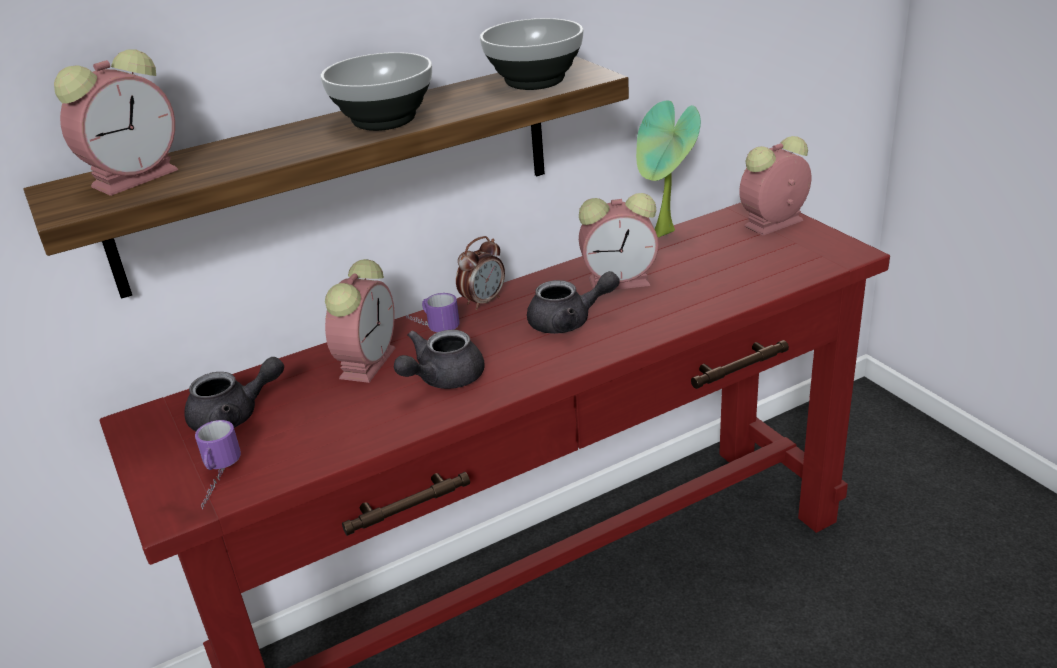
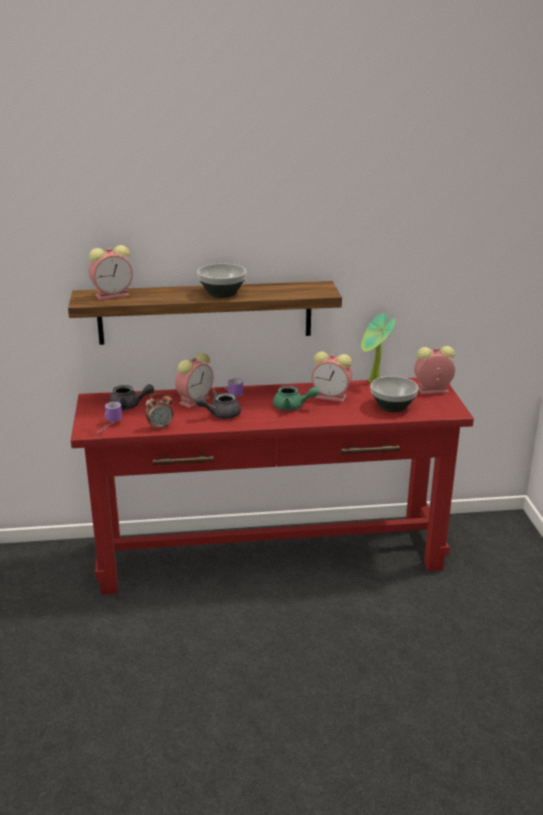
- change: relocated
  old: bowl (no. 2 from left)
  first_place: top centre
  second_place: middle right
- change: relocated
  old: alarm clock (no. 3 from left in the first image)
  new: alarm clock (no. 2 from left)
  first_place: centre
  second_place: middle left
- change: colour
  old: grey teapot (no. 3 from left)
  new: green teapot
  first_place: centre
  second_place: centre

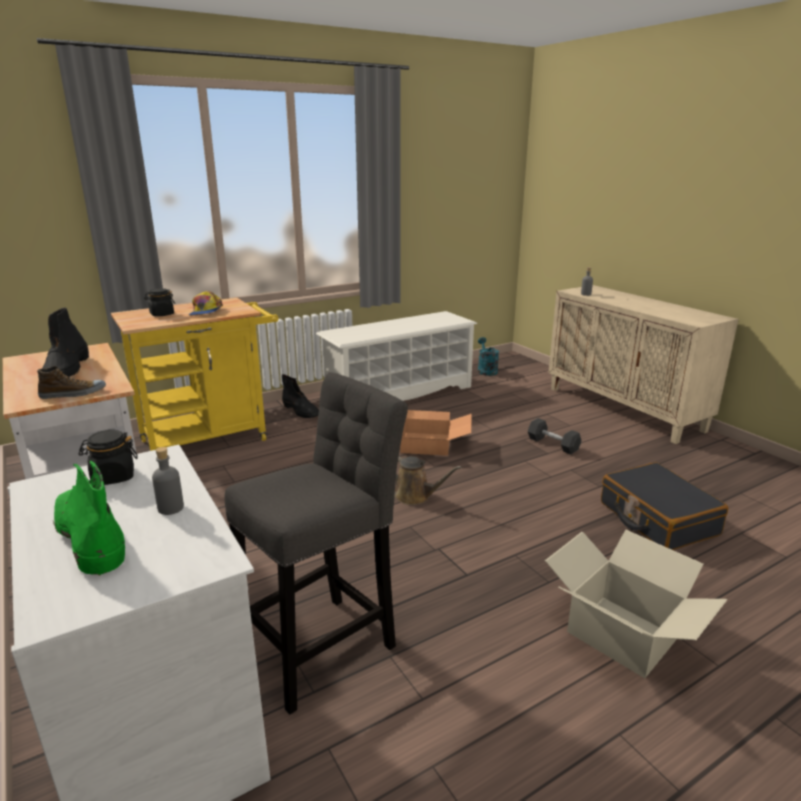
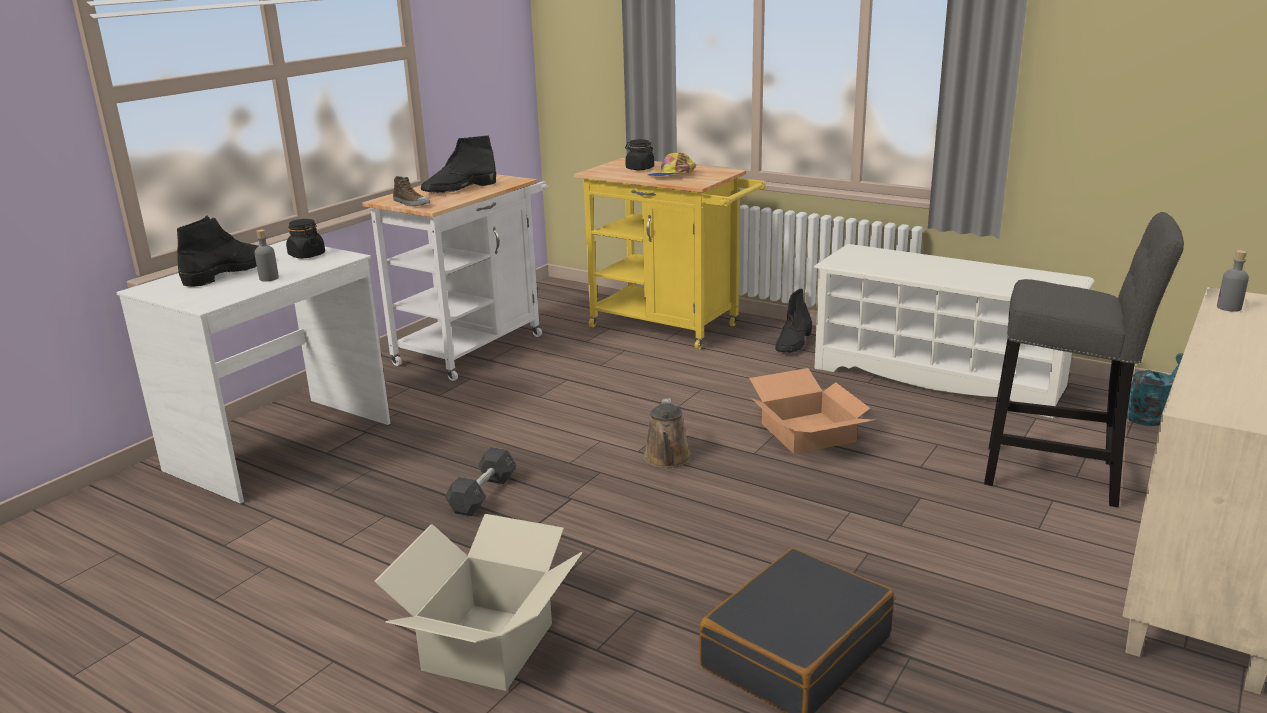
- change: relocated
  old: grey stool
  first_place: bottom centre
  second_place: middle right
- change: relocated
  old: grey dumbbell
  first_place: middle right
  second_place: bottom centre
- change: colour
  old: green boot
  new: black boot (no. 1 from left)
  first_place: middle left
  second_place: middle left

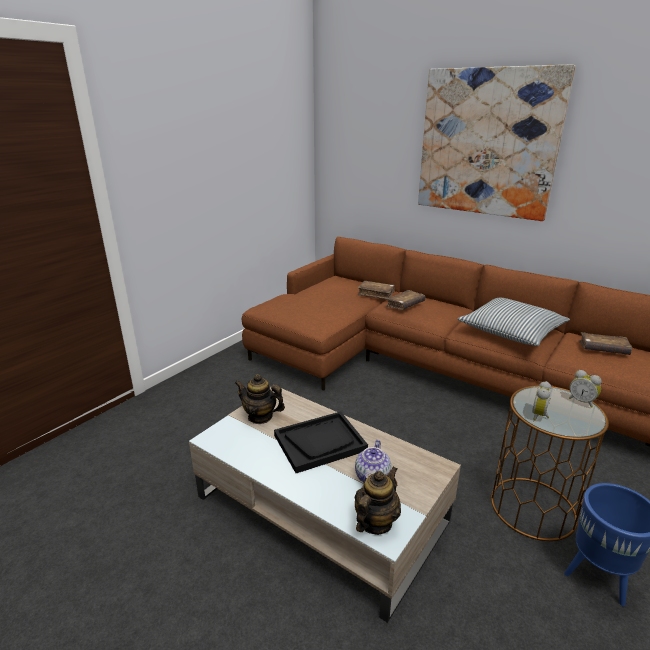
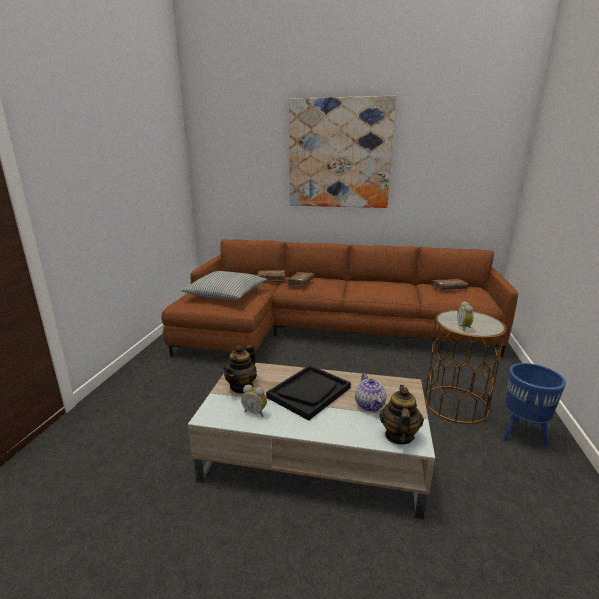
- change: relocated
  old: pillow
  first_place: middle right
  second_place: centre
- change: relocated
  old: alarm clock (no. 2 from left in the first image)
  new: alarm clock (no. 1 from left)
  first_place: middle right
  second_place: bottom centre
- change: spun
  old: teapot (no. 1 from left)
  first_place: centre
  second_place: centre
  degrees: -60

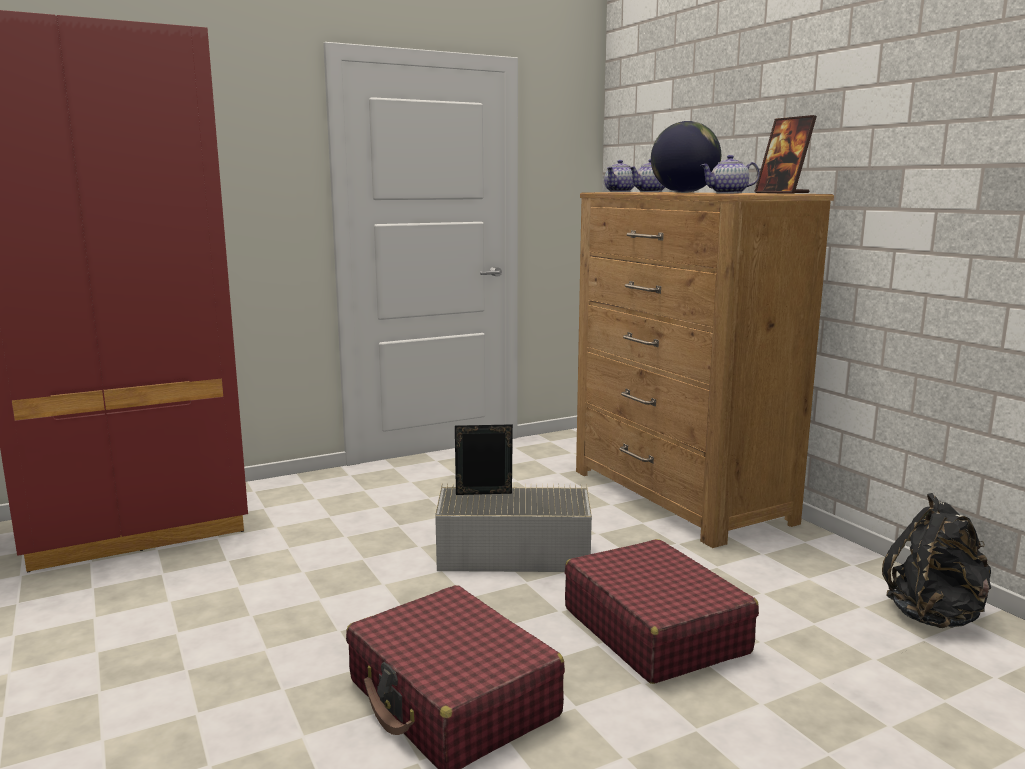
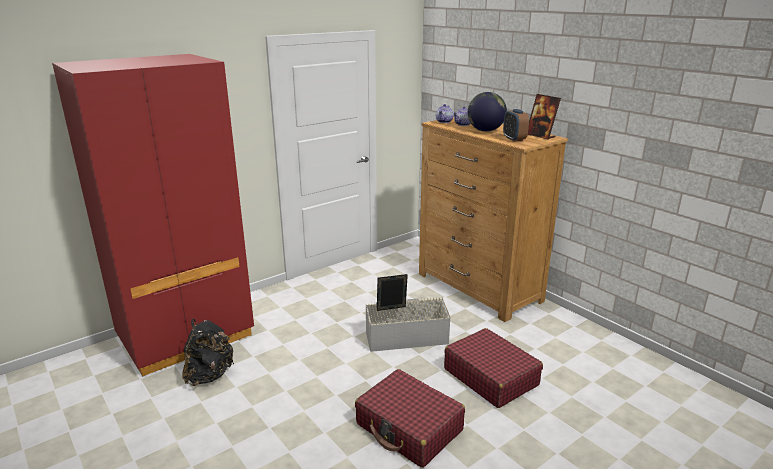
- change: exchanged
  old: teapot (no. 3 from left)
  new: alarm clock
  first_place: top right
  second_place: top right
- change: relocated
  old: black backpack
  first_place: bottom right
  second_place: bottom left

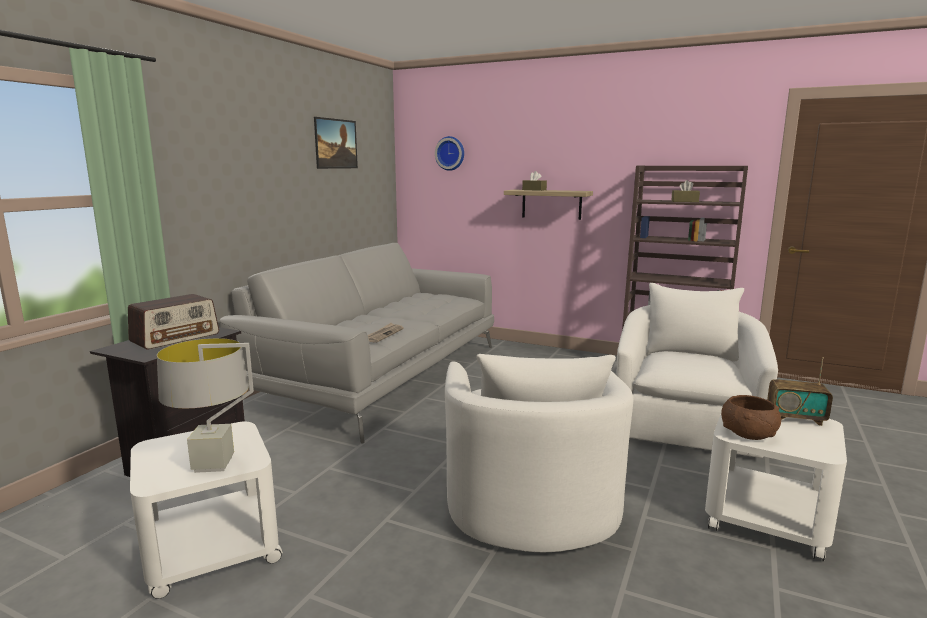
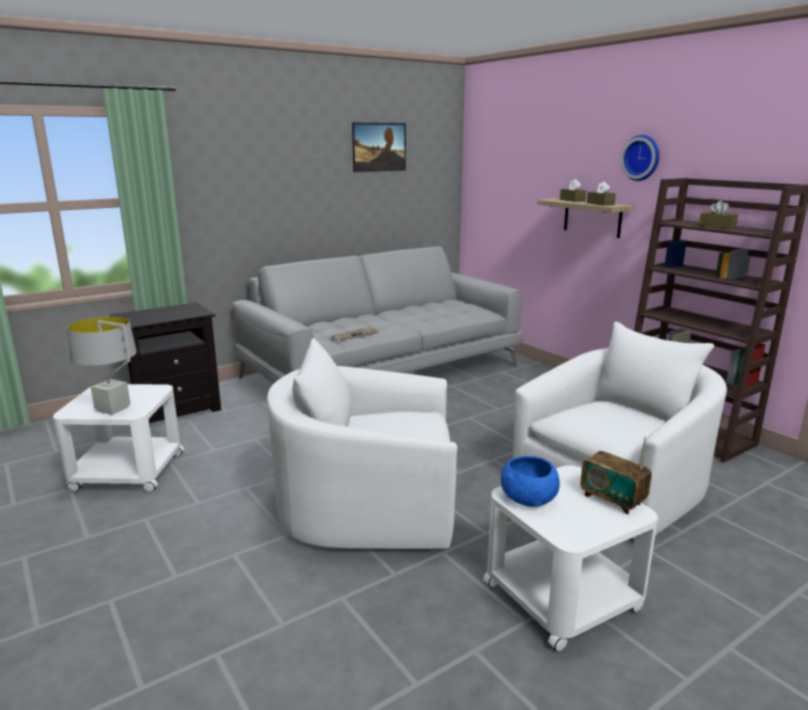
- change: relocated
  old: wall clock
  first_place: top centre
  second_place: top right
- change: missing
  old: radio (no. 1 from left)
  first_place: middle left
- change: spun
  old: white armchair (no. 1 from left)
  first_place: bottom centre
  second_place: centre
  degrees: 60
- change: colour
  old: brown bowl
  new: blue bowl
  first_place: bottom right
  second_place: bottom centre
- change: appeared
  new: brown tissue box (no. 2 from left)
  second_place: top right

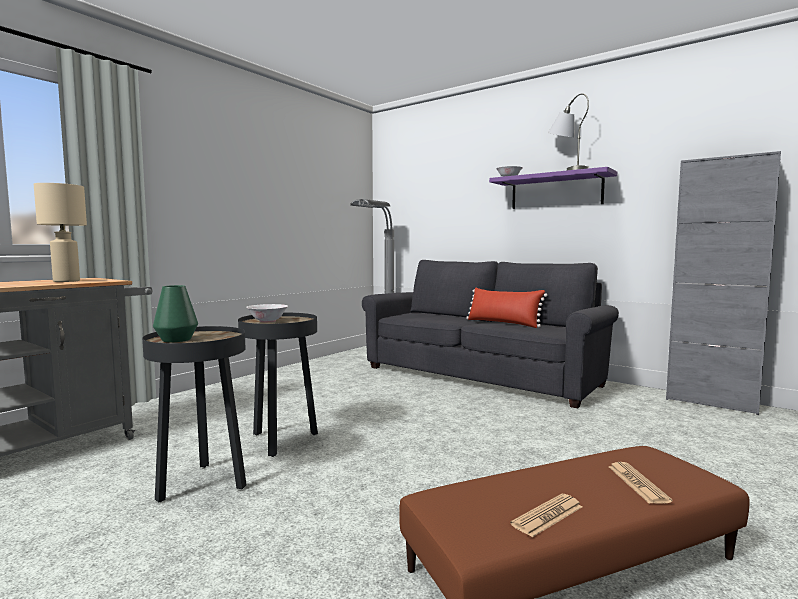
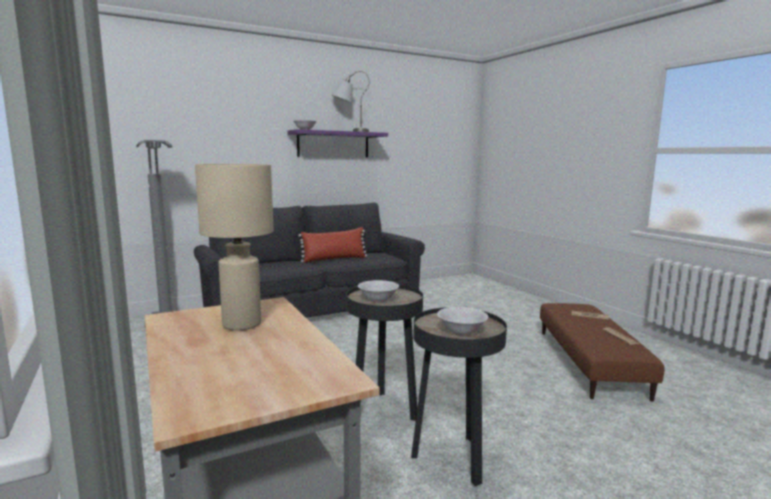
- change: missing
  old: grey cabinet
  first_place: middle right
- change: exchanged
  old: green vase
  new: white bowl (no. 3 from left)
  first_place: middle left
  second_place: centre

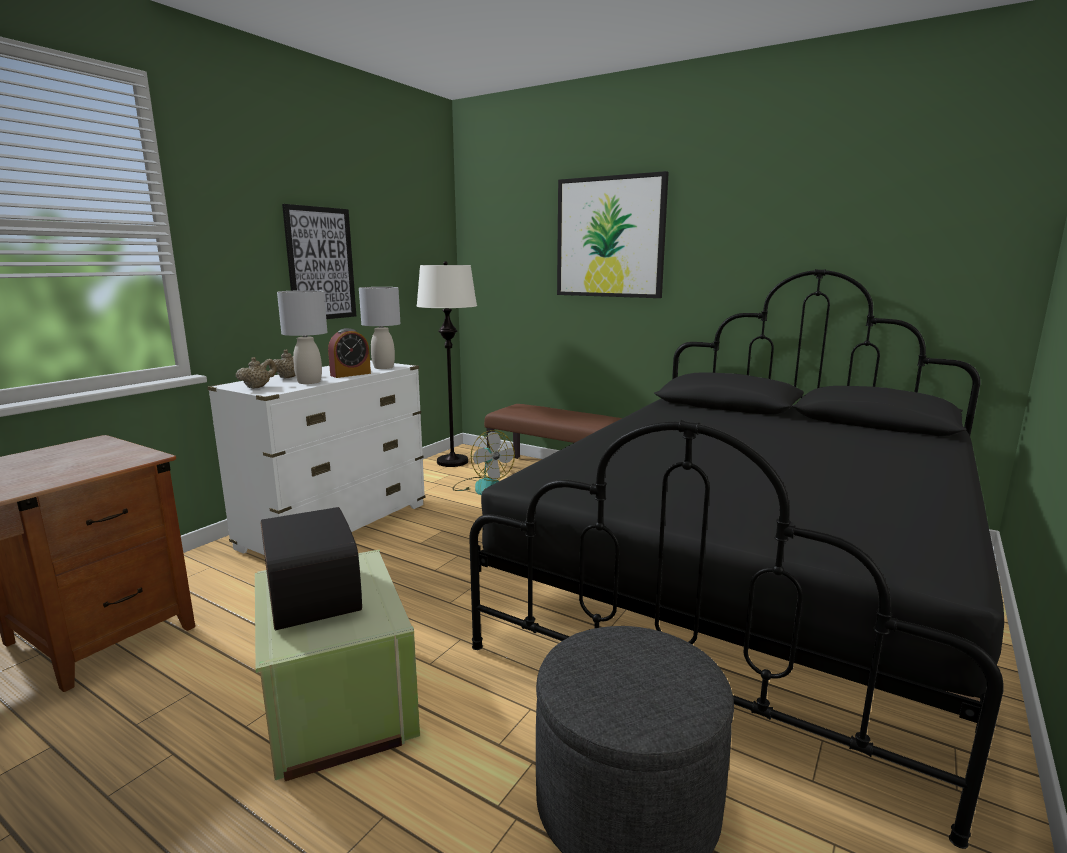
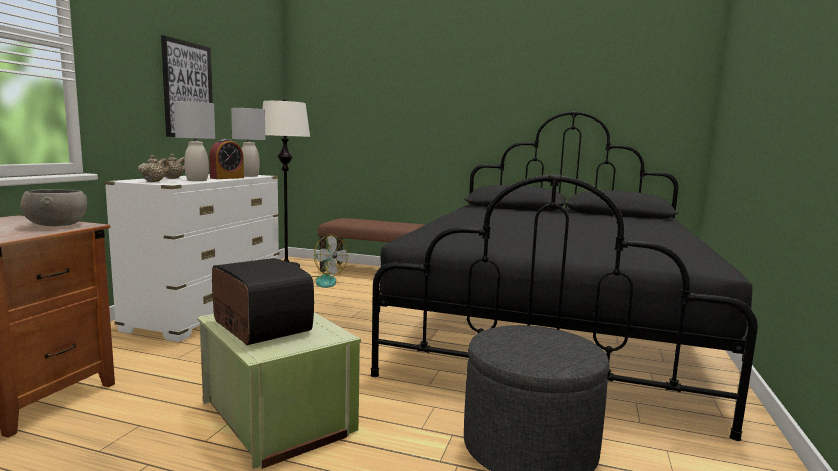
- change: missing
  old: picture (no. 2 from left)
  first_place: top centre
- change: appeared
  new: grey bowl
  second_place: middle left

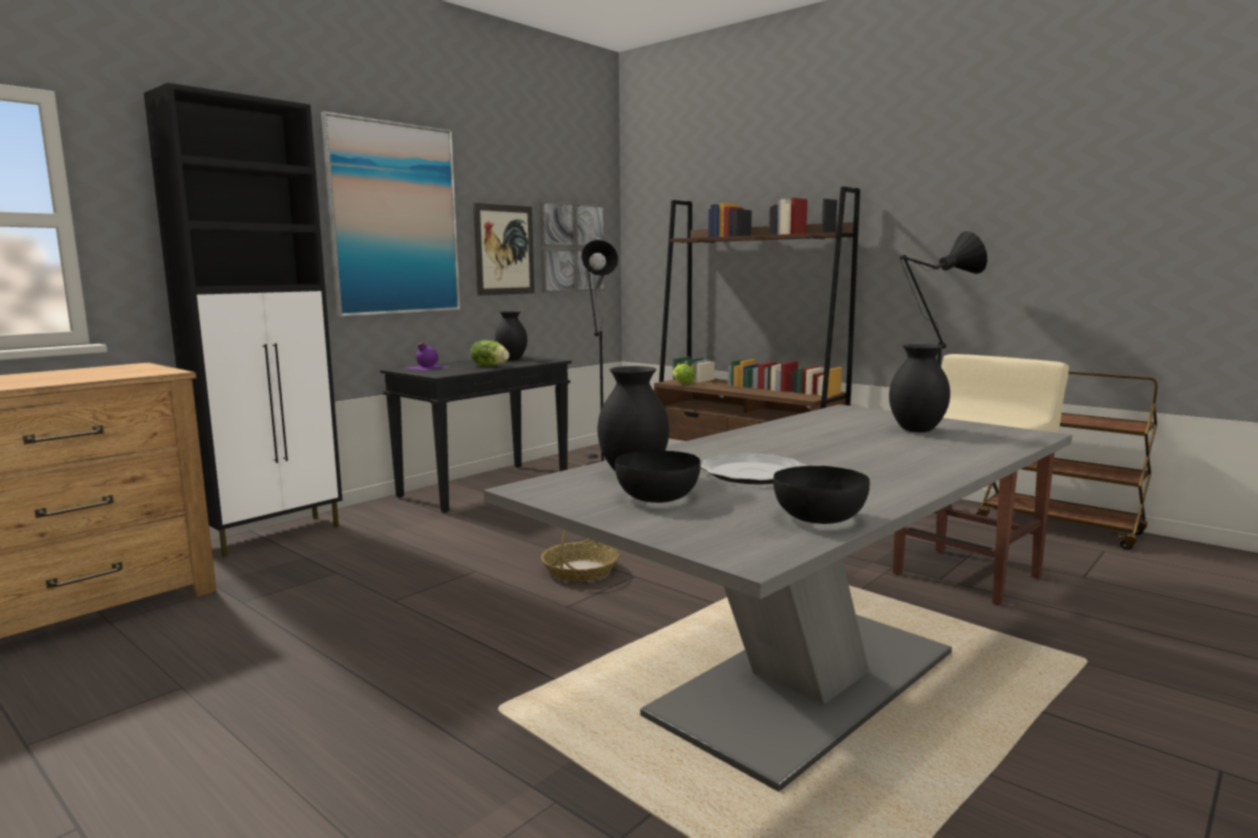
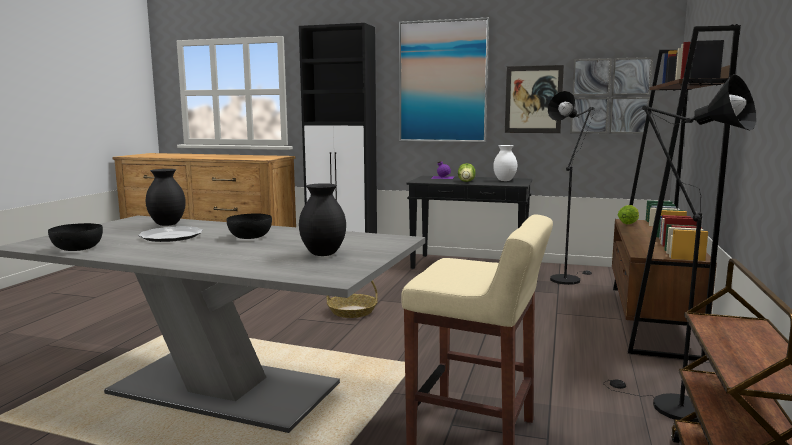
- change: colour
  old: black vase (no. 1 from left)
  new: white vase
  first_place: centre
  second_place: centre
- change: relocated
  old: black bowl (no. 1 from left in the first image)
  new: black bowl (no. 2 from left)
  first_place: centre
  second_place: middle left

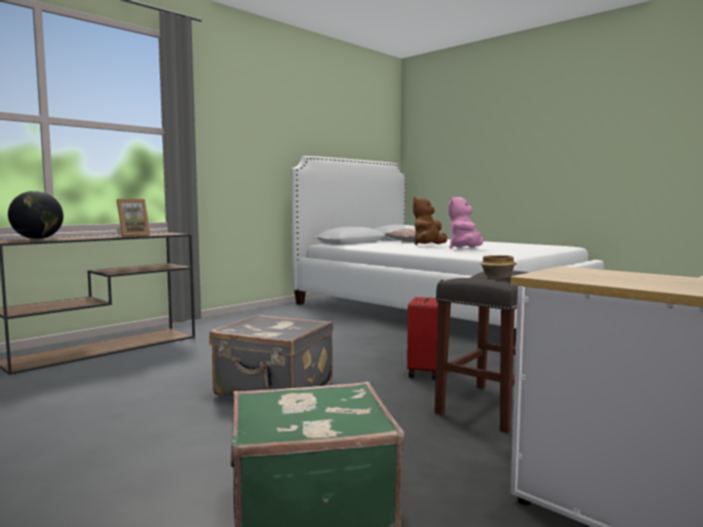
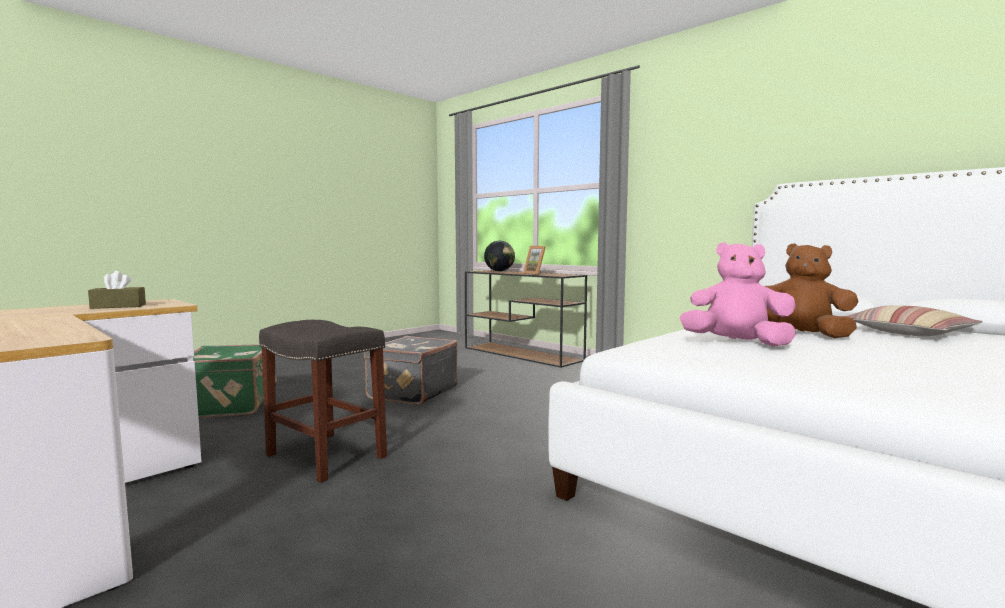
- change: missing
  old: bowl
  first_place: middle right
- change: missing
  old: red suitcase
  first_place: centre
- change: appeared
  new: brown tissue box
  second_place: middle left

